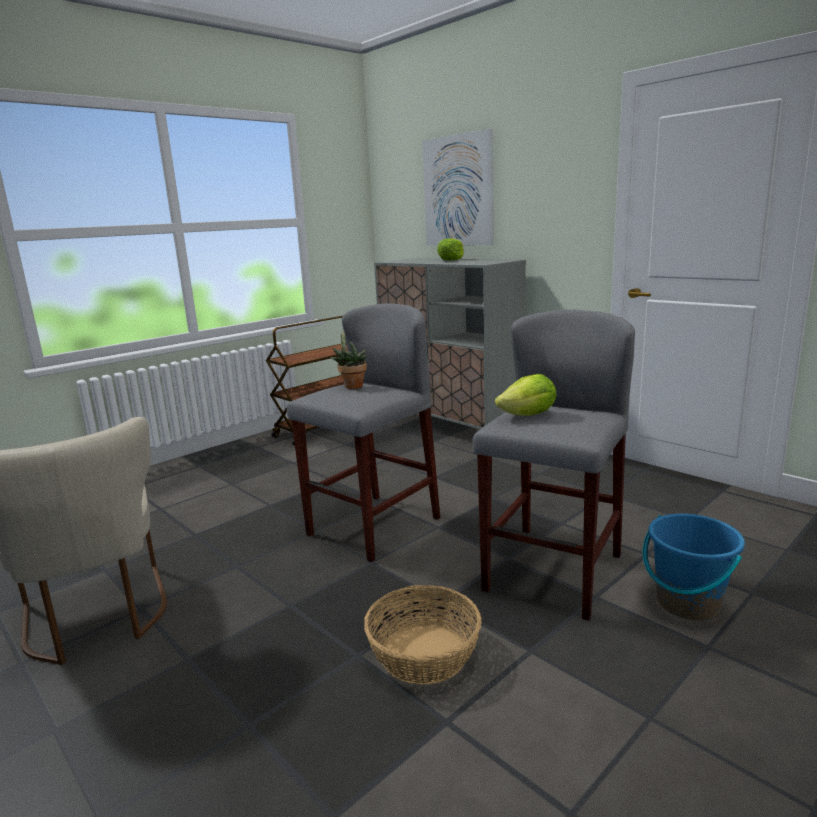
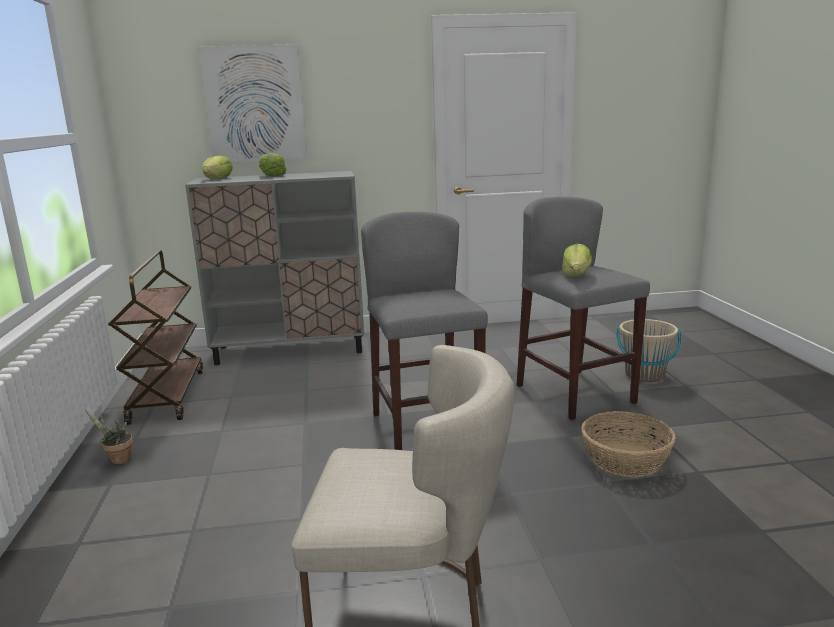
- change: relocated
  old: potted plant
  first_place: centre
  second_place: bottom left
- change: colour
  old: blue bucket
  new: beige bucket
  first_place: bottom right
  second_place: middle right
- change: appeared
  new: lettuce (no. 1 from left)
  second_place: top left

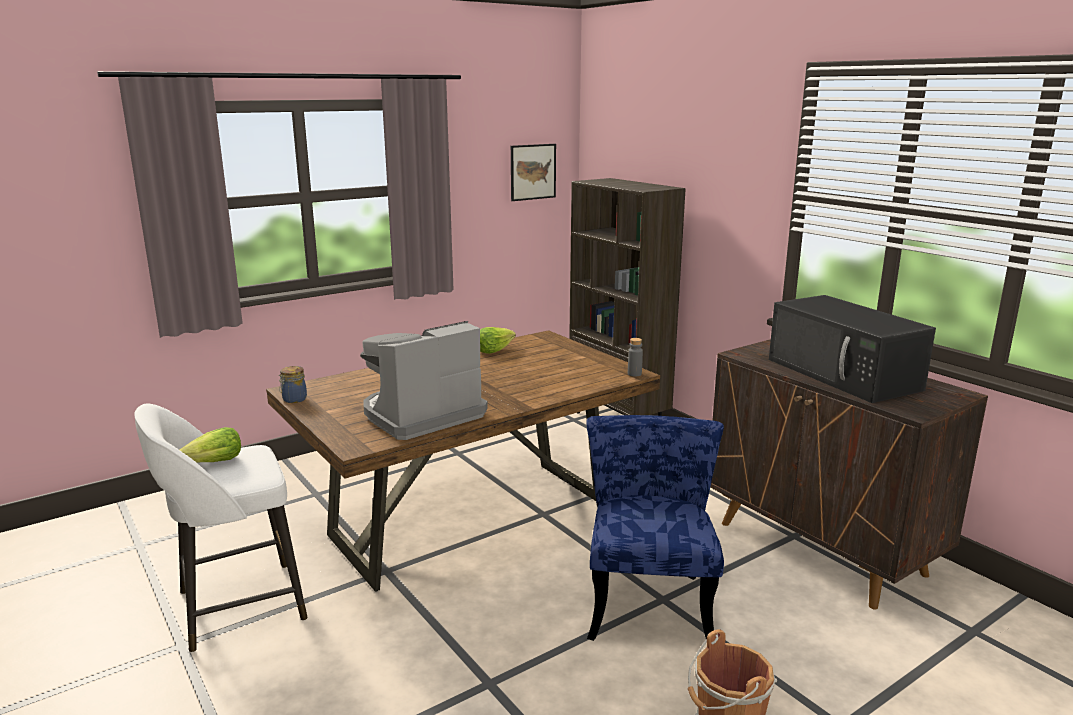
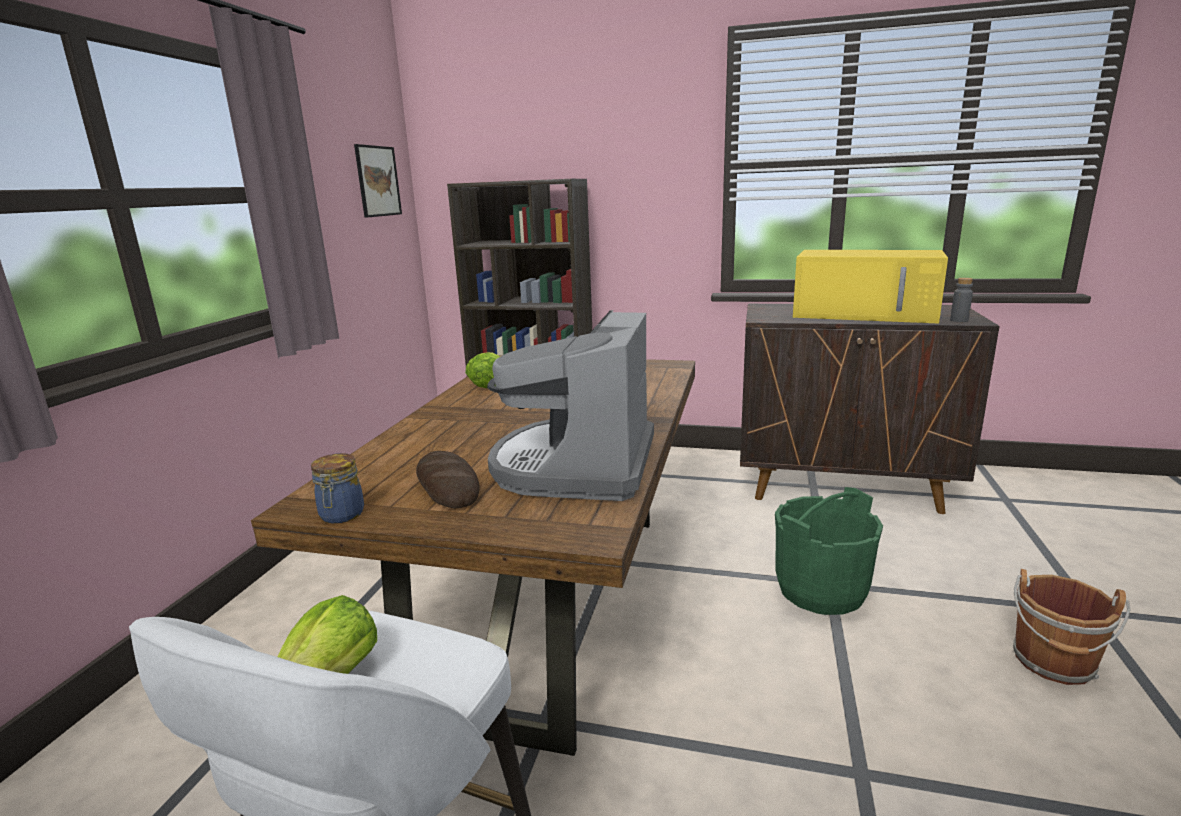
- change: colour
  old: black microwave
  new: yellow microwave
  first_place: middle right
  second_place: middle right
- change: relocated
  old: grey bottle
  first_place: centre
  second_place: middle right
- change: exchanged
  old: blue chair
  new: green bucket
  first_place: bottom centre
  second_place: bottom right
- change: appeared
  new: bread
  second_place: centre

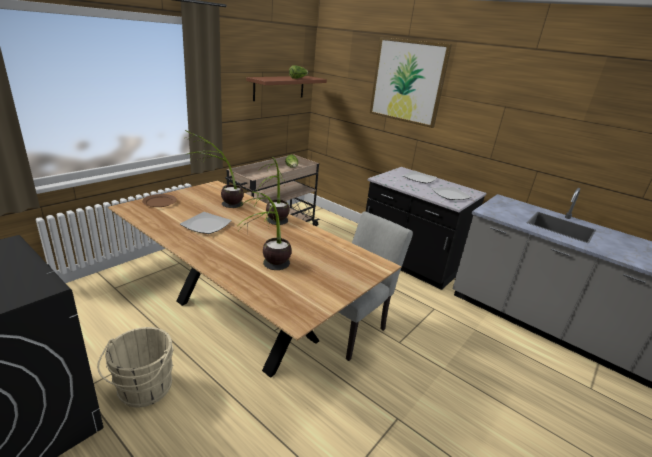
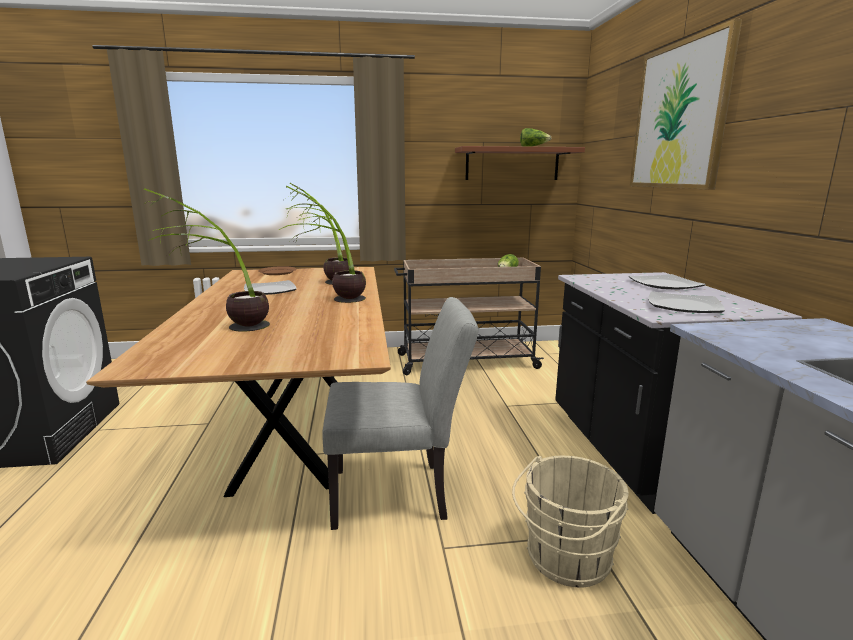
- change: relocated
  old: beige bucket
  first_place: bottom left
  second_place: bottom right

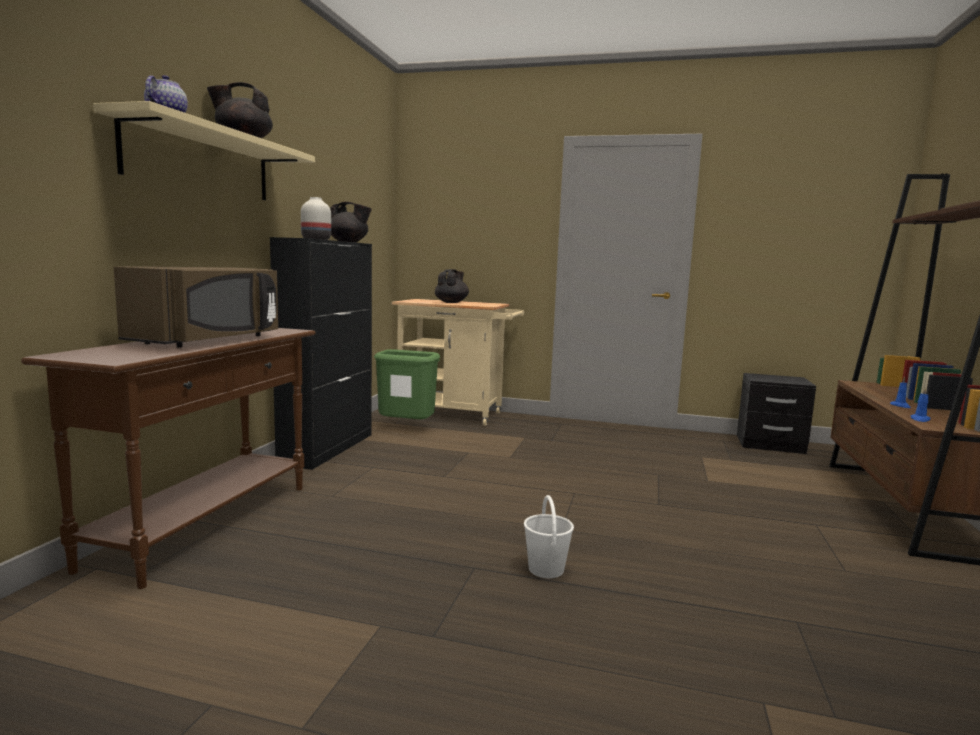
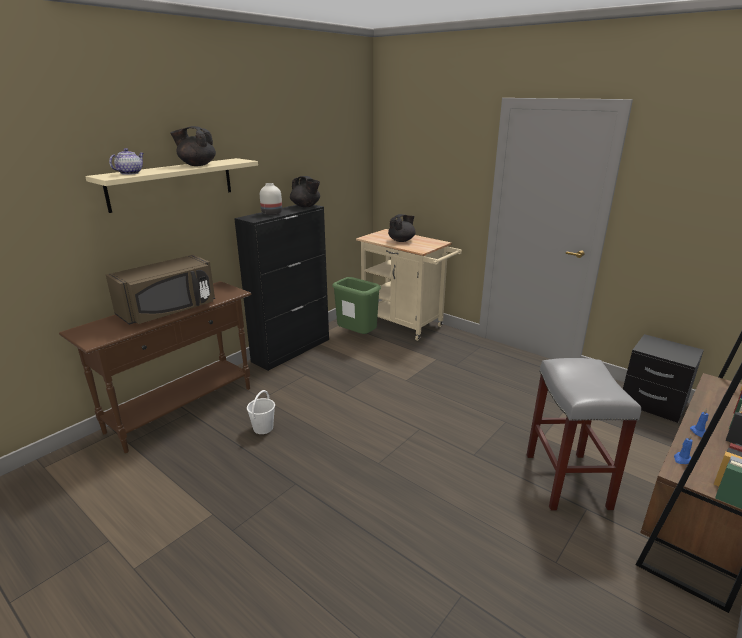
- change: relocated
  old: white bucket
  first_place: bottom centre
  second_place: centre
- change: appeared
  new: grey stool
  second_place: bottom right

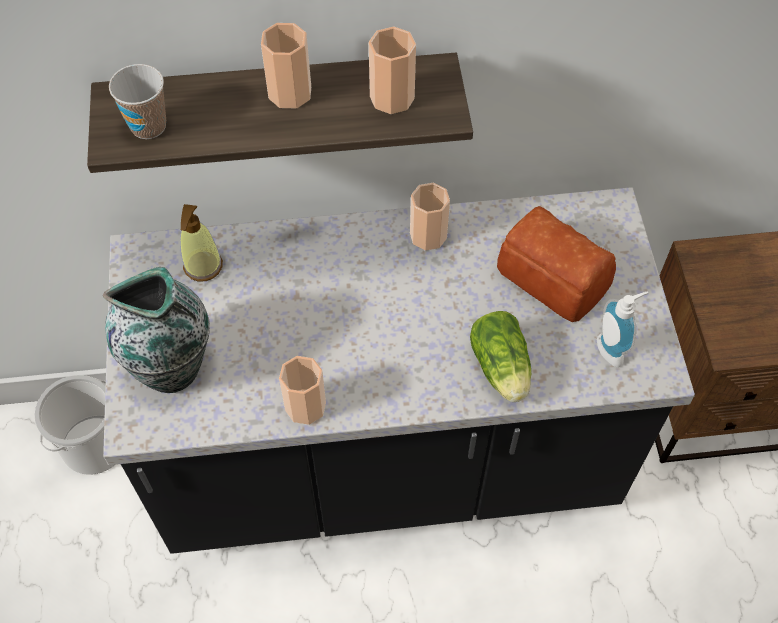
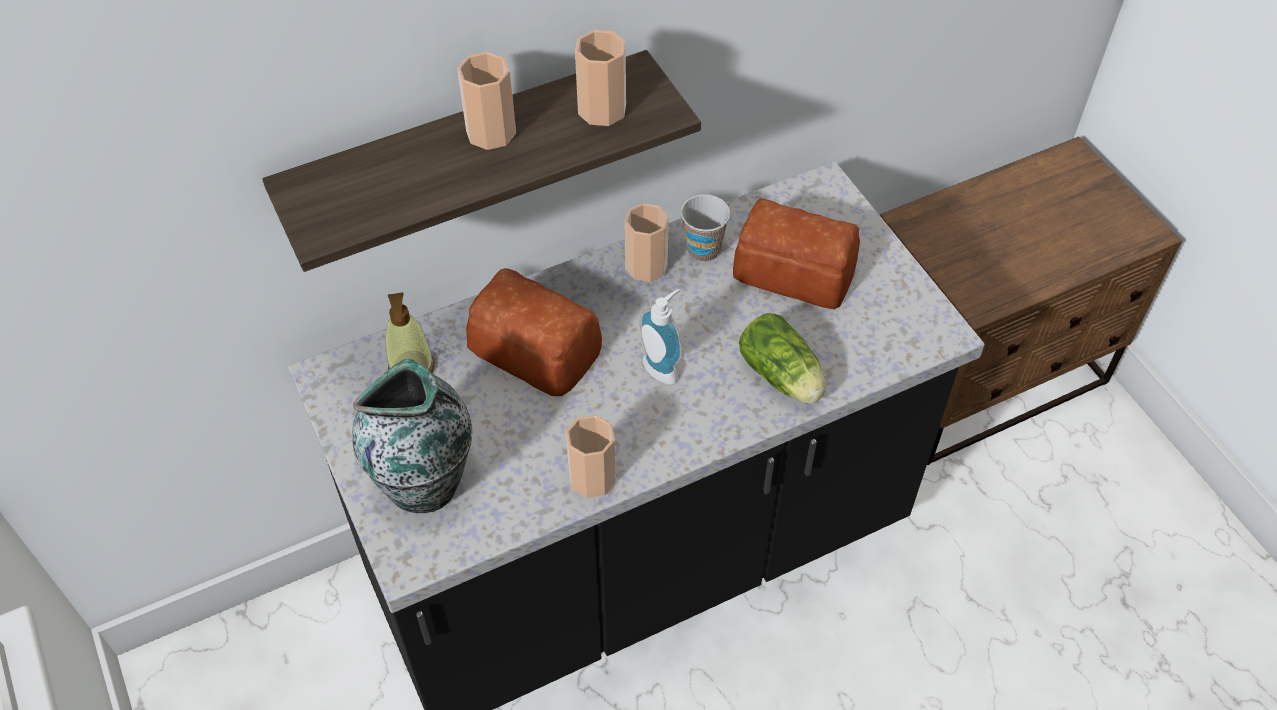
- change: relocated
  old: cup (no. 1 from left in the first image)
  new: cup (no. 5 from left)
  first_place: top left
  second_place: top centre
- change: relocated
  old: soap dispenser (no. 2 from left)
  first_place: middle right
  second_place: centre
- change: missing
  old: bucket
  first_place: bottom left
- change: appeared
  new: bread (no. 1 from left)
  second_place: centre

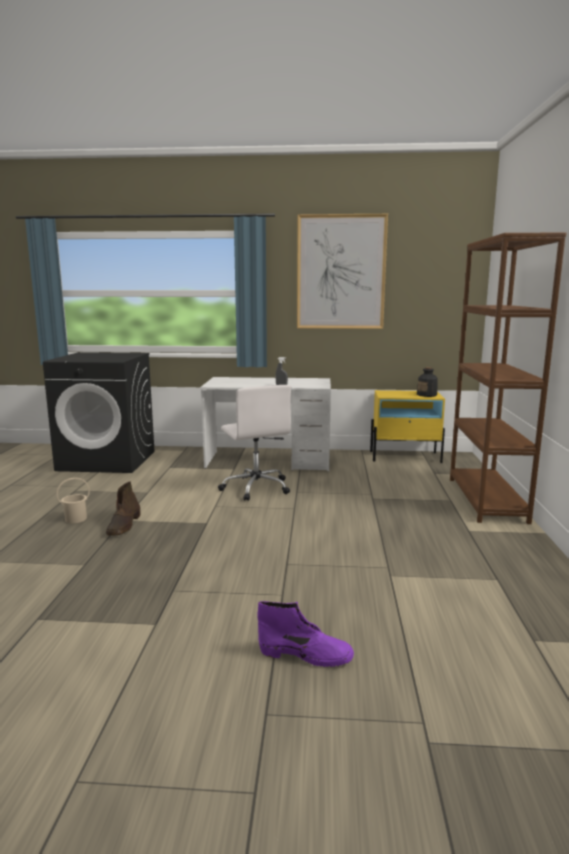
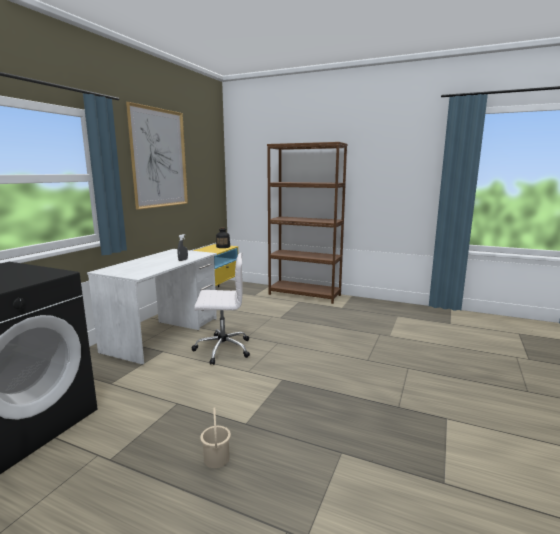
- change: missing
  old: brown boot
  first_place: middle left
- change: missing
  old: purple boot
  first_place: bottom centre

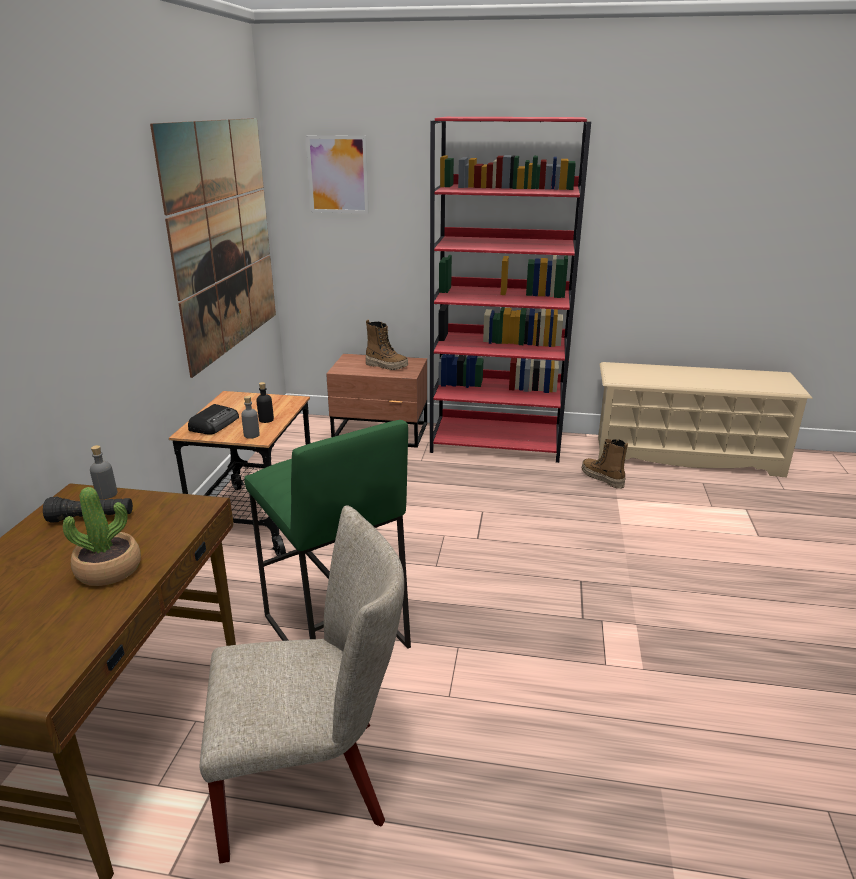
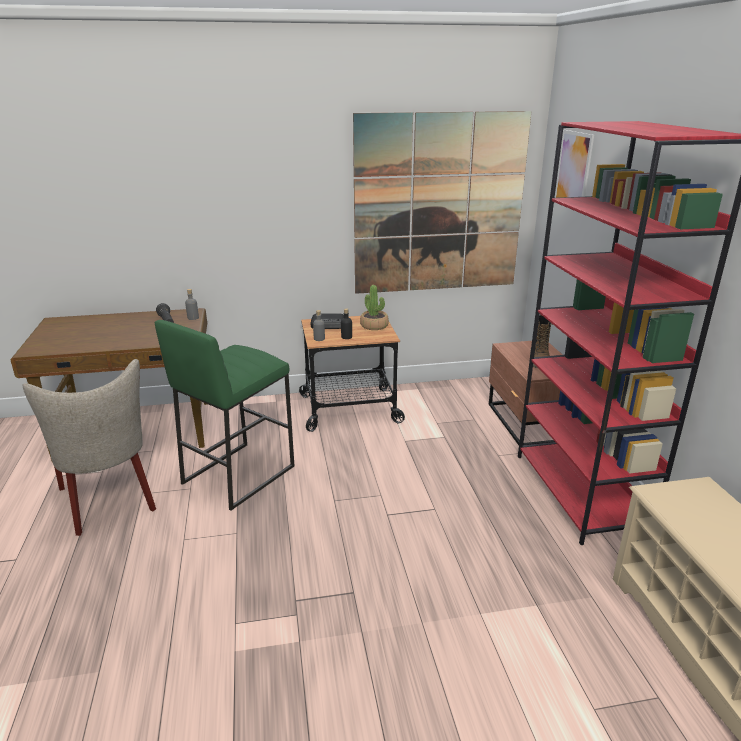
- change: missing
  old: boot (no. 2 from left)
  first_place: middle right
- change: relocated
  old: potted plant
  first_place: middle left
  second_place: centre

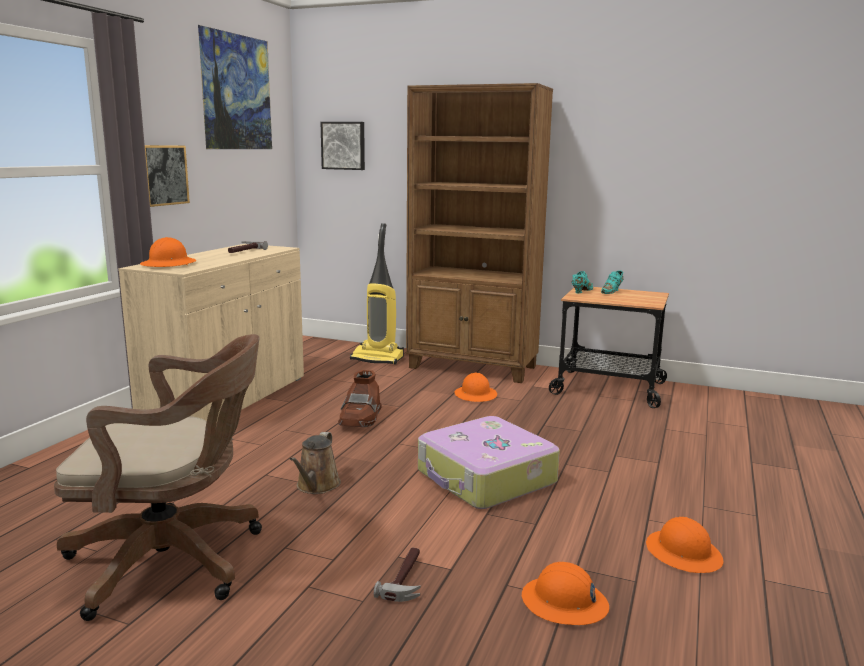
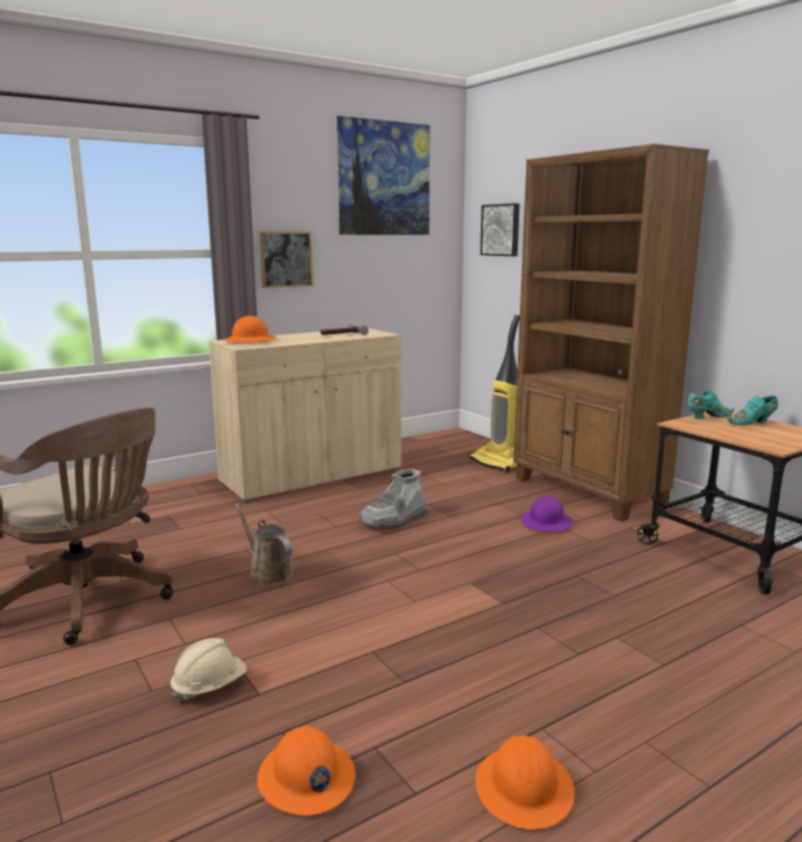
- change: colour
  old: brown boot
  new: grey boot
  first_place: centre
  second_place: centre
- change: colour
  old: orange hard hat (no. 2 from left)
  new: purple hard hat
  first_place: centre
  second_place: middle right
- change: missing
  old: suitcase
  first_place: bottom centre
- change: spun
  old: brown watering can
  first_place: bottom centre
  second_place: middle left
  degrees: 90
- change: exchanged
  old: hammer (no. 2 from left)
  new: beige hard hat
  first_place: bottom centre
  second_place: bottom left

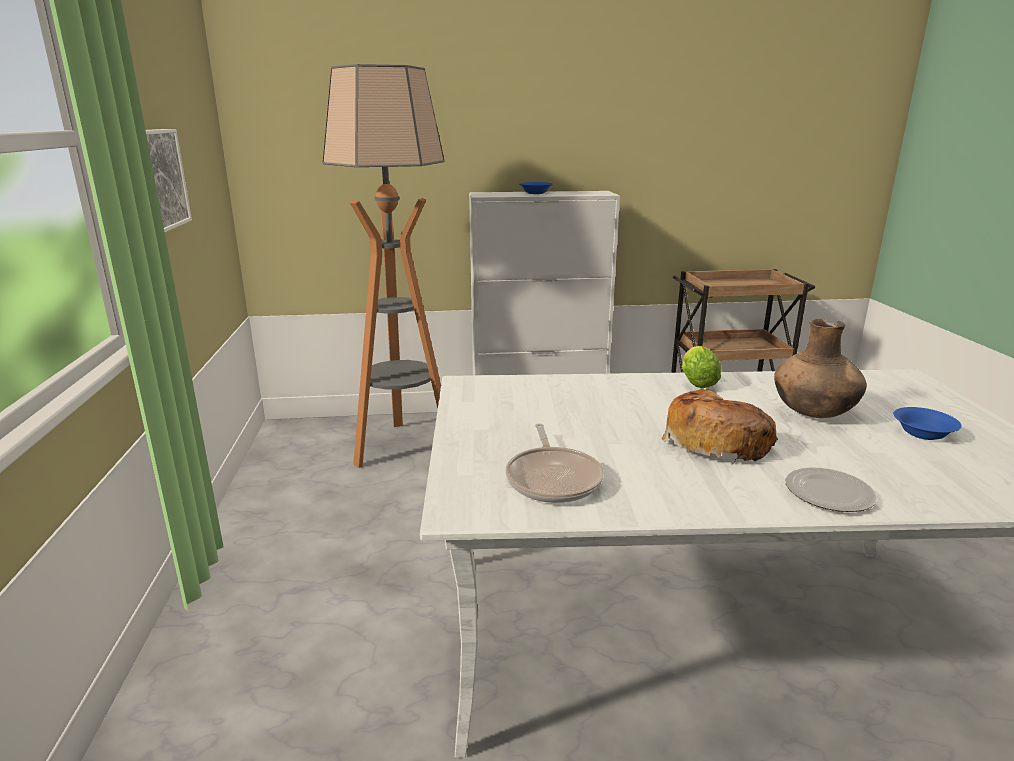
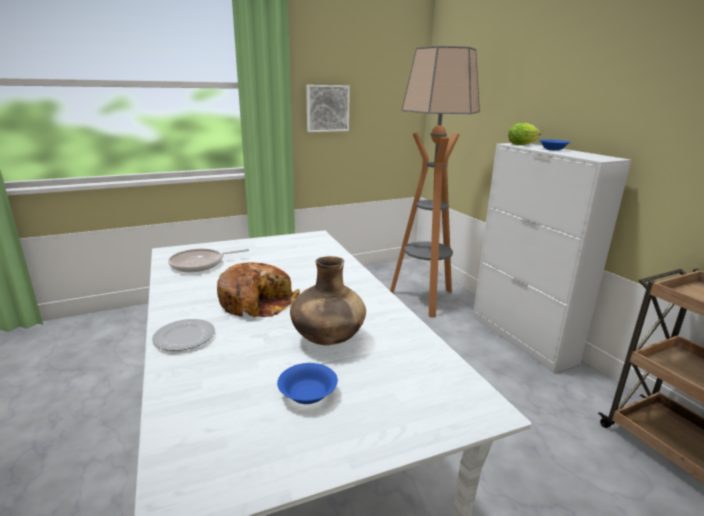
- change: relocated
  old: lettuce
  first_place: middle right
  second_place: top right

